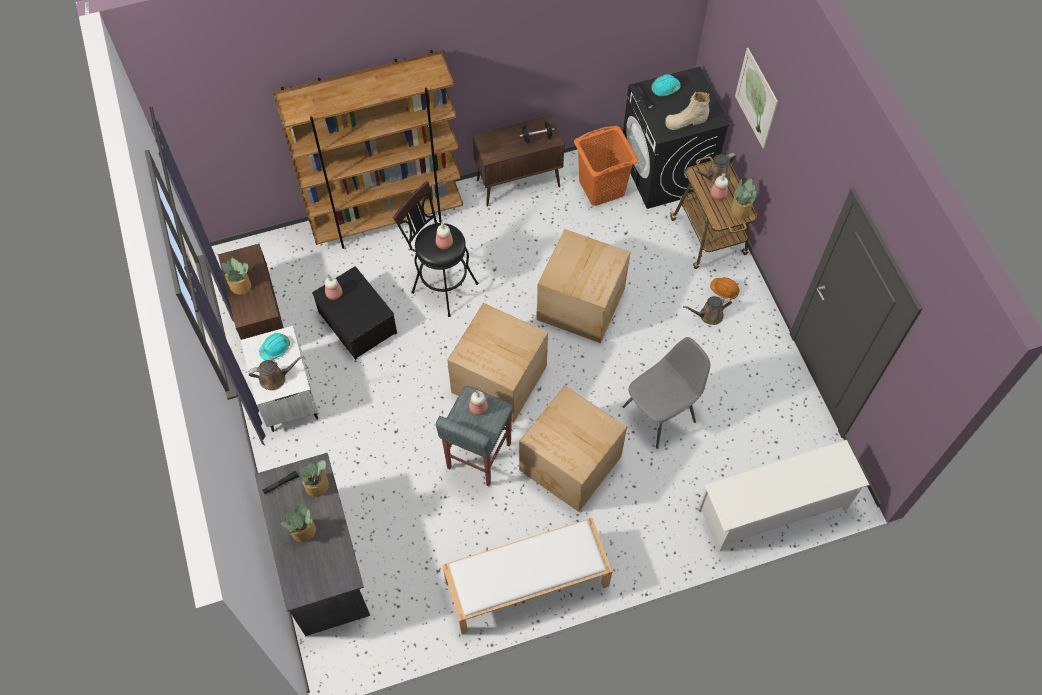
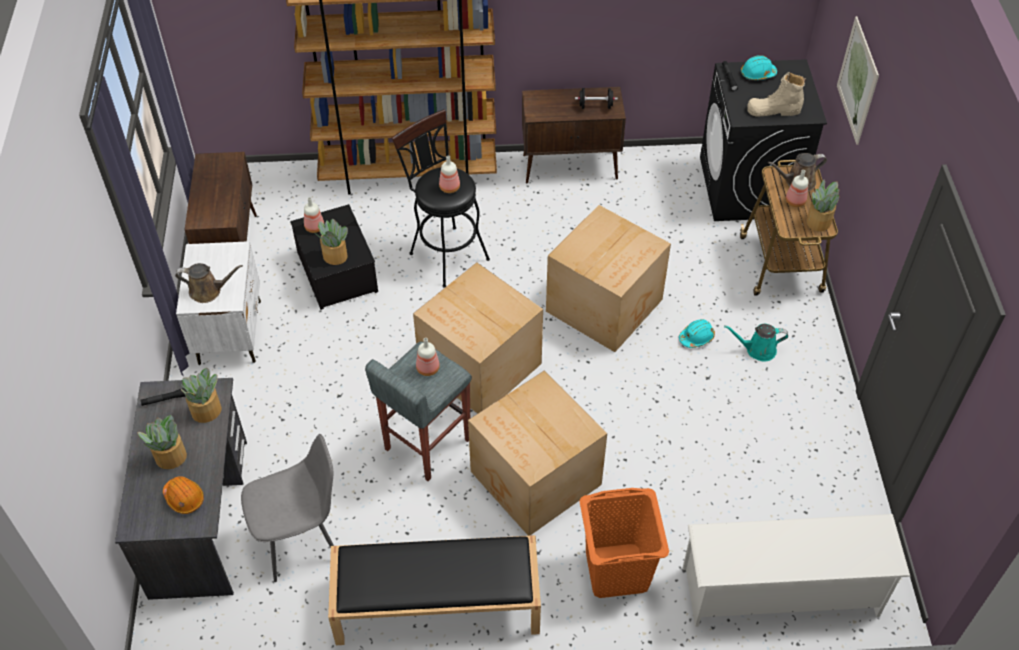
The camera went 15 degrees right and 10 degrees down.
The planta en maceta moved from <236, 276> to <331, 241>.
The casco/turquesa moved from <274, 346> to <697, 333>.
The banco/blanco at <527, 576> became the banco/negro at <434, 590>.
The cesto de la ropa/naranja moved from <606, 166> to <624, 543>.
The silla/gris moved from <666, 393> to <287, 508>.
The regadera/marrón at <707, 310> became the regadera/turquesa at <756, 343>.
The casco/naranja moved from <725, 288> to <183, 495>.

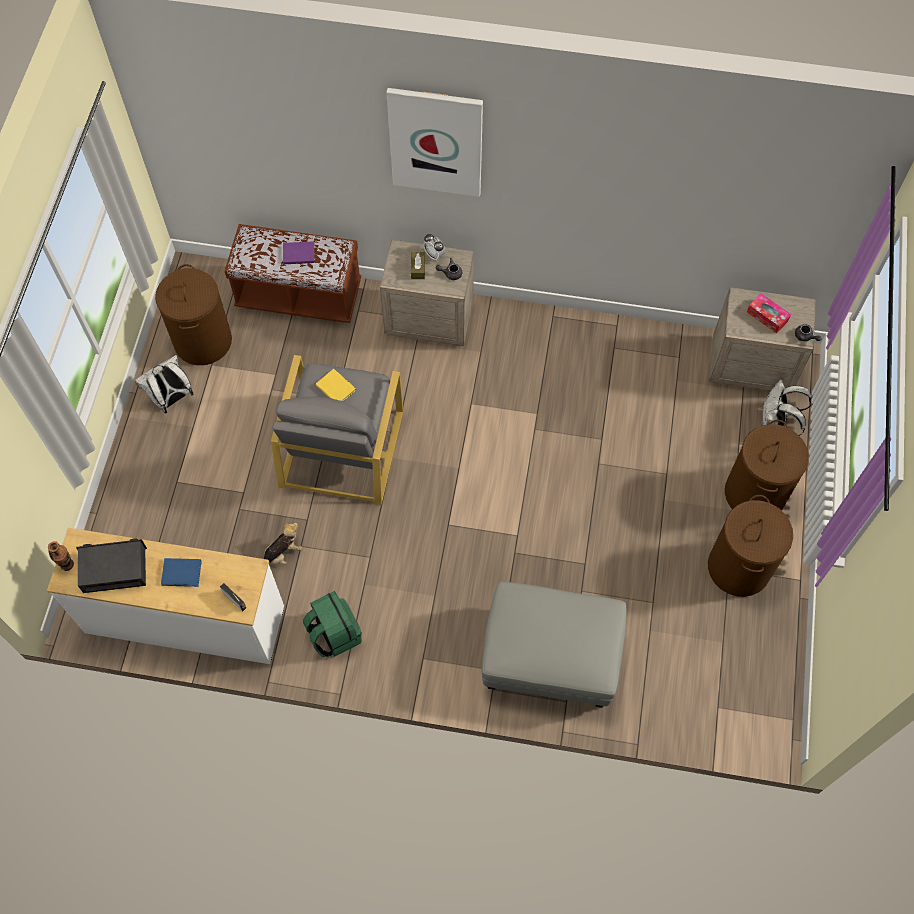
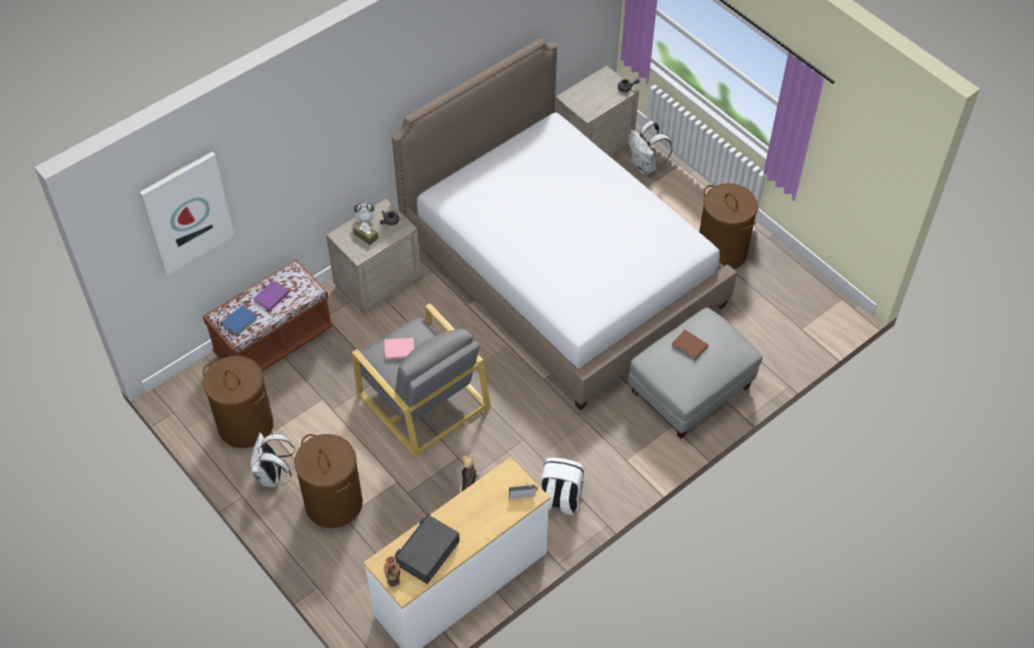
The camera went 50 degrees left and 10 degrees down.
The libro/azul moved from <181, 572> to <239, 320>.
The mochila/verde at <332, 624> became the mochila/blanco at <562, 486>.
The libro/amarillo at <336, 385> became the libro/rosa at <399, 349>.
The cuadro moved from <434, 142> to <187, 213>.
The cesto de la ropa/marrón moved from <767, 465> to <328, 481>.
The caja de pañuelos at <769, 313> disappeared.
The cama at <564, 224> appeared.
The libro/marrón at <690, 345> appeared.

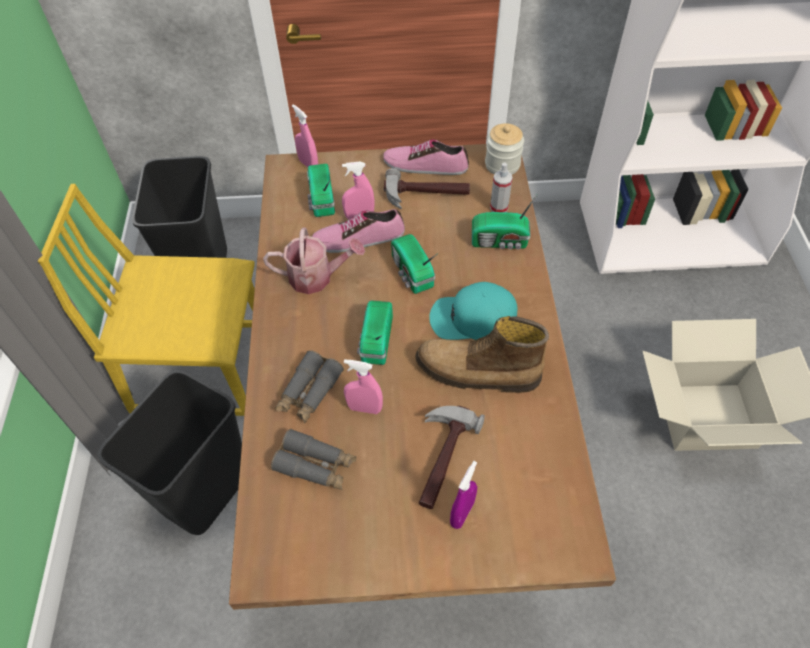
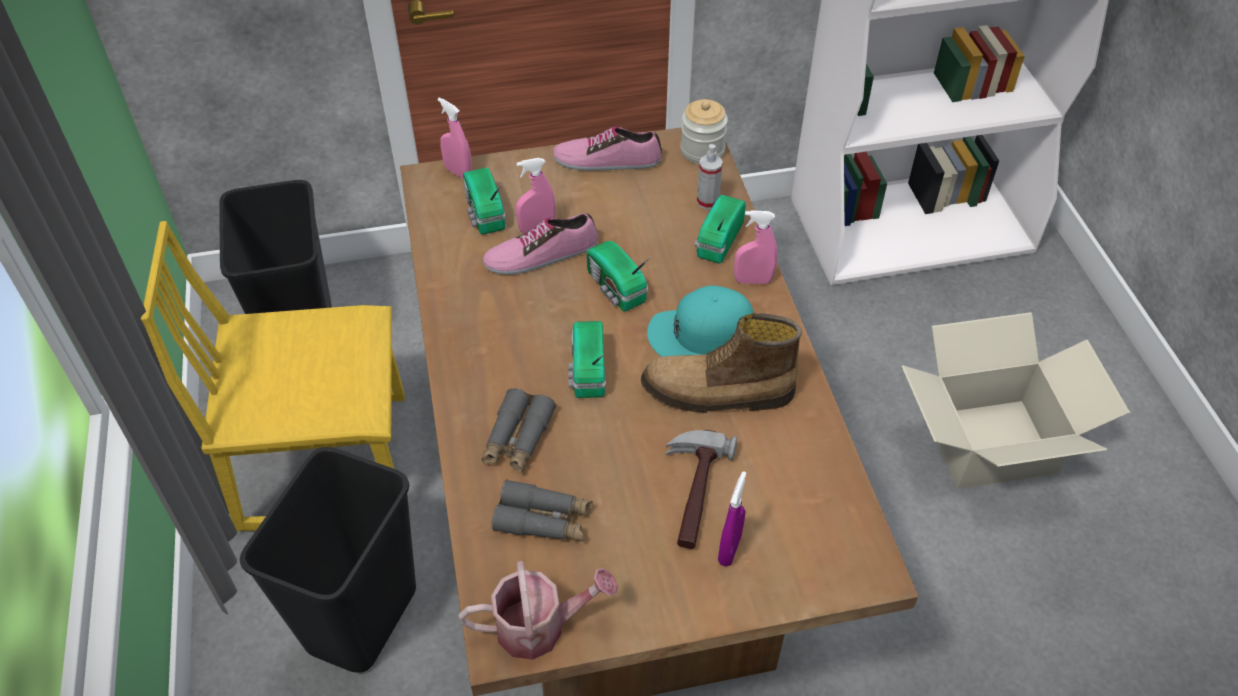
The camera went 10 degrees left and 5 degrees down.
The regadera moved from <314, 260> to <538, 610>.
The pulverizador/rosa moved from <363, 386> to <755, 247>.
The martillo at <427, 188> disappeared.
The radio at <504, 222> turned 120 degrees clockwise.

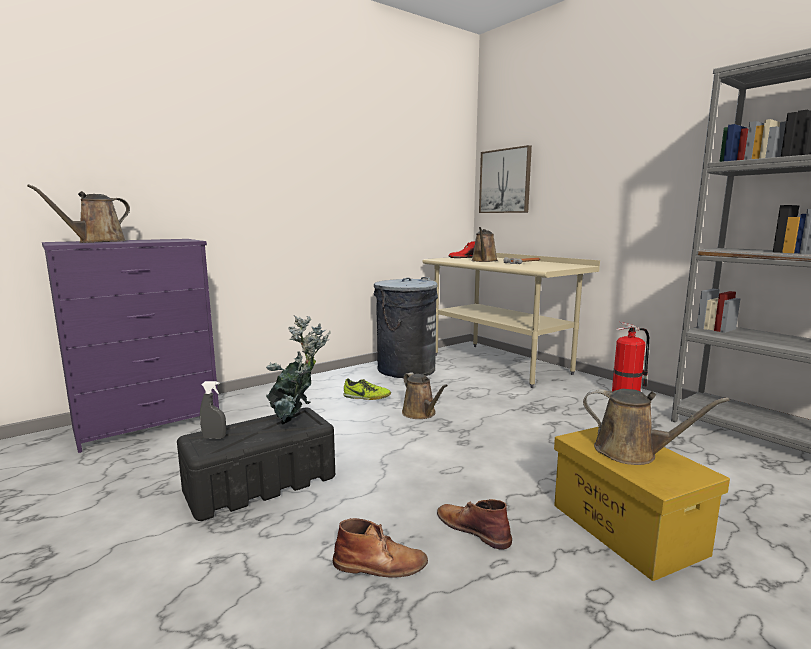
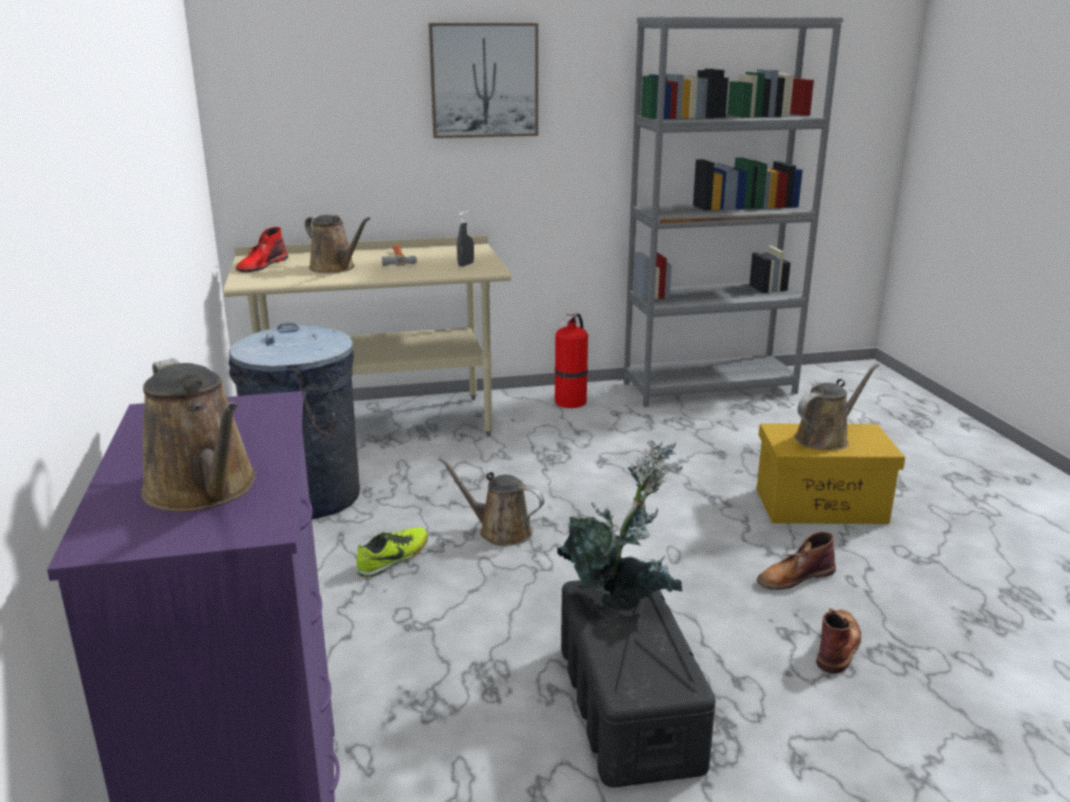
The camera went 65 degrees left and 10 degrees up.
The pulverizador/gris moved from <213, 410> to <465, 238>.
The regadera/marrón at <425, 395> turned 150 degrees counterclockwise.
The cuadro moved from <505, 179> to <483, 80>.

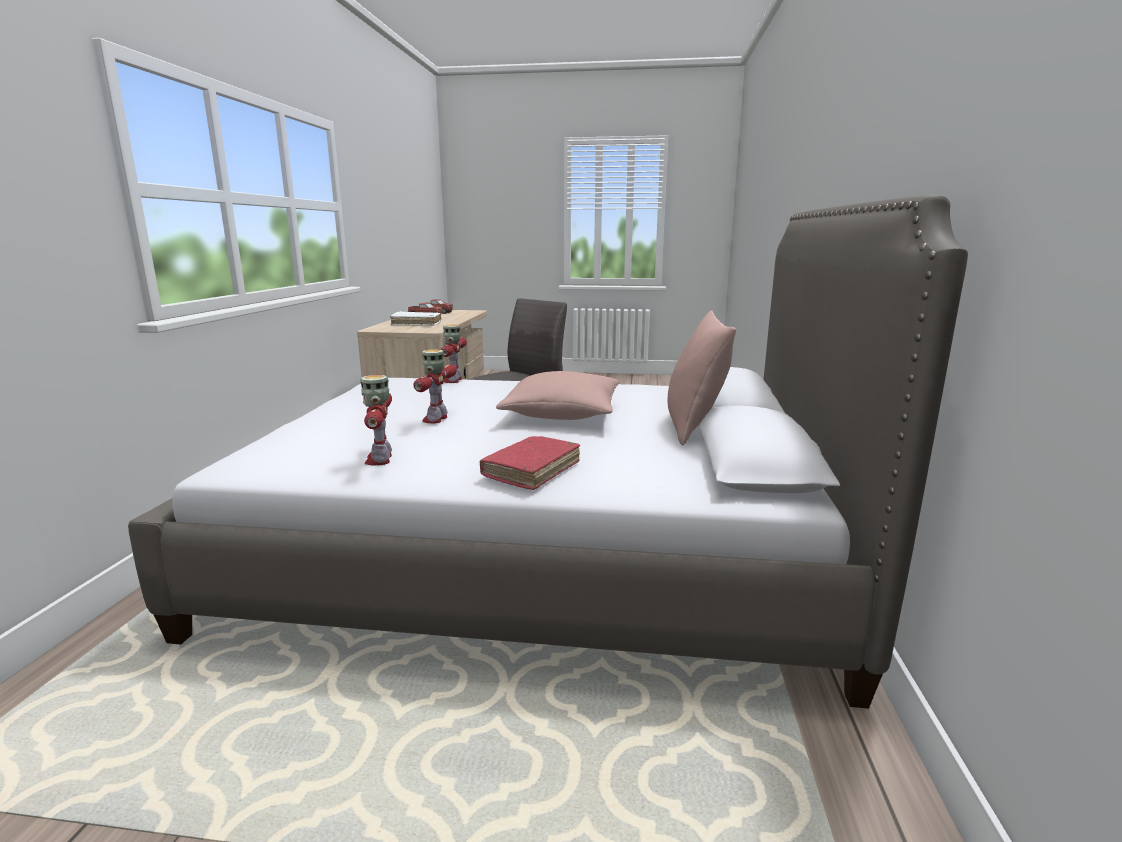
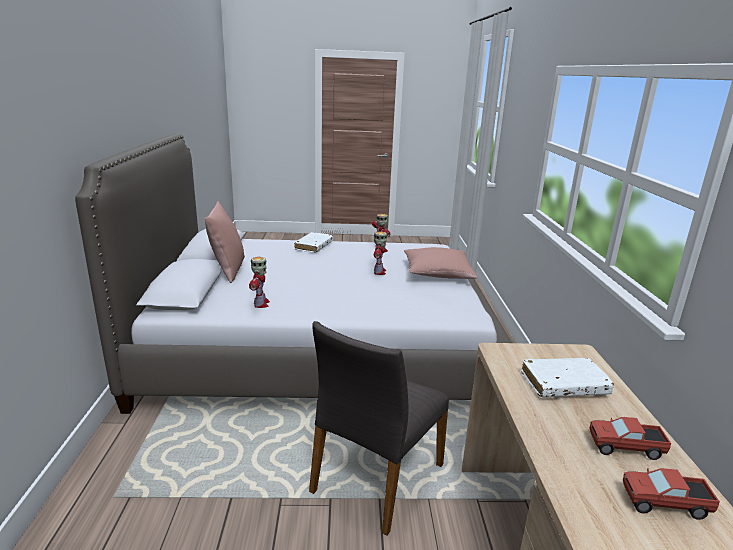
The camera went 170 degrees right and 5 degrees up.
The robot de juguete moved from <454, 353> to <259, 282>.
The libro/rojo at <529, 463> became the libro/blanco at <313, 242>.
The cojín/rosa moved from <558, 395> to <440, 263>.

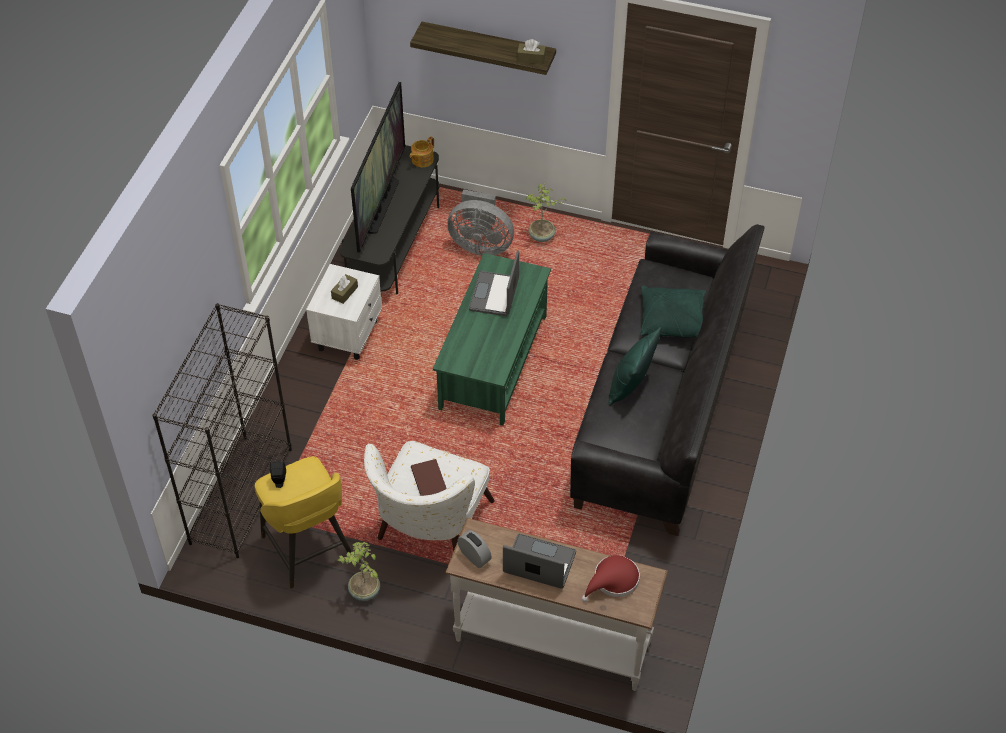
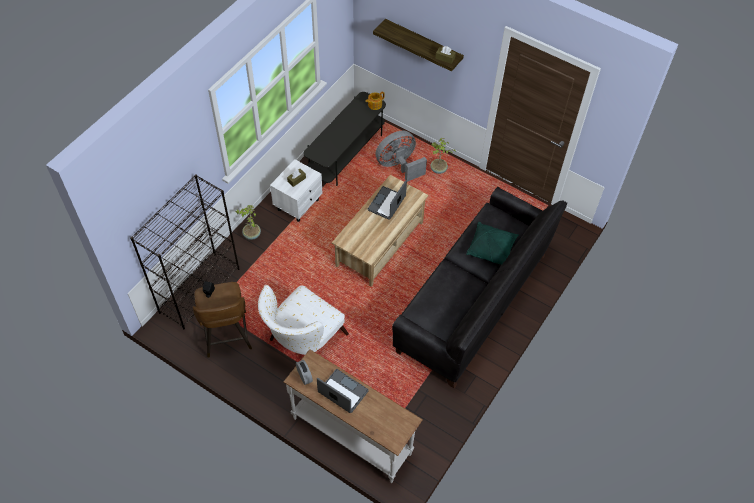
The camera went 15 degrees right and 5 degrees up.
The taburete/amarillo at <303, 522> became the taburete/marrón at <222, 320>.
The planta en maceta moved from <359, 571> to <248, 222>.
The televisor at <378, 167> disappeared.
The libro/marrón at <429, 477> disappeared.
The mesa de centro/verde at <492, 339> became the mesa de centro/beis at <380, 231>.
The ventilador/gris at <480, 222> turned 120 degrees clockwise.
The sombrero/rojo at <611, 578> disappeared.
The cojín/verde at <635, 366> disappeared.

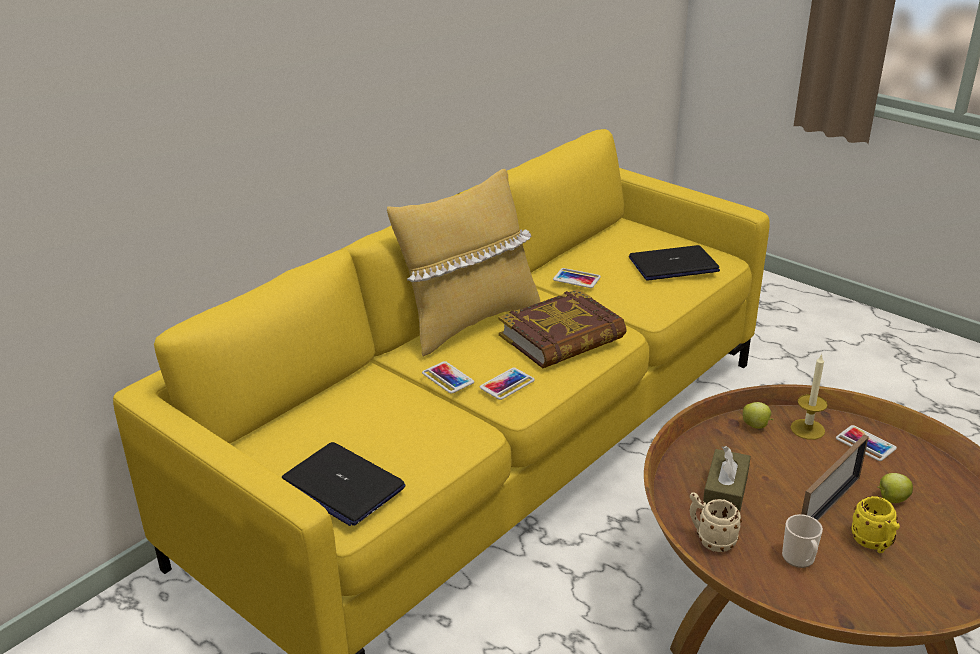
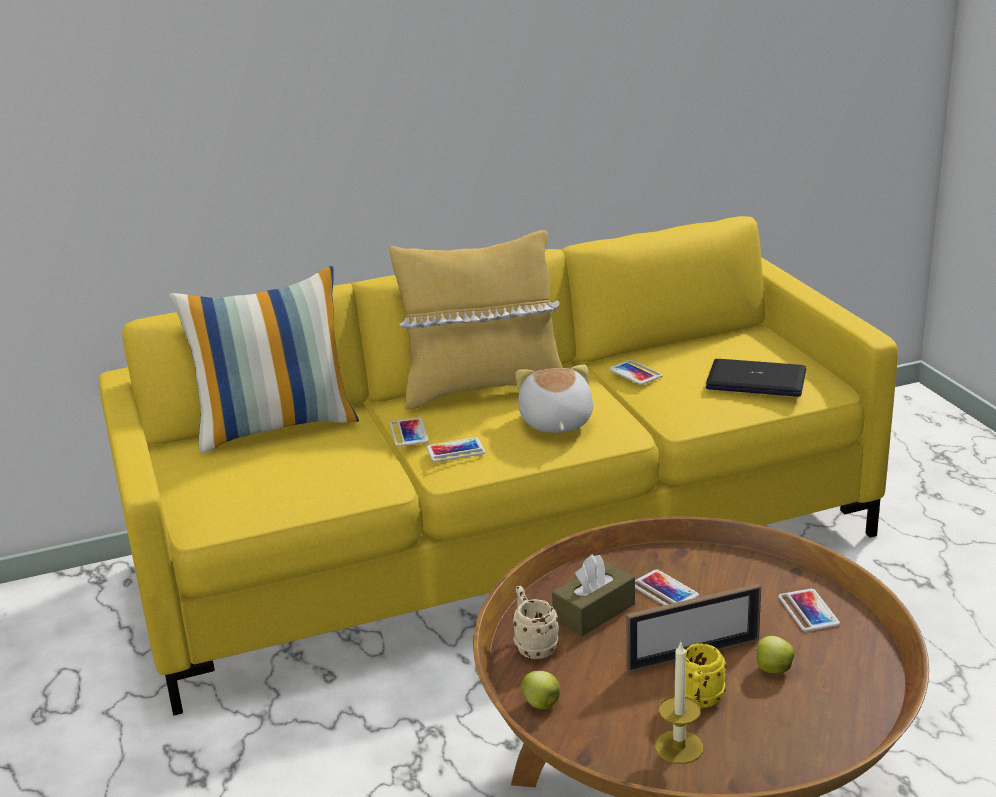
The camera went 30 degrees right and 5 degrees down.
The portátil at <344, 484> disappeared.
The libro at <563, 328> was replaced by the peluche at <554, 398>.
The manzana moved from <758, 415> to <541, 690>.
The taza grande at <802, 541> disappeared.
The vela moved from <809, 396> to <679, 702>.
The cojín at <264, 359> appeared.
The móvil at <667, 587> appeared.

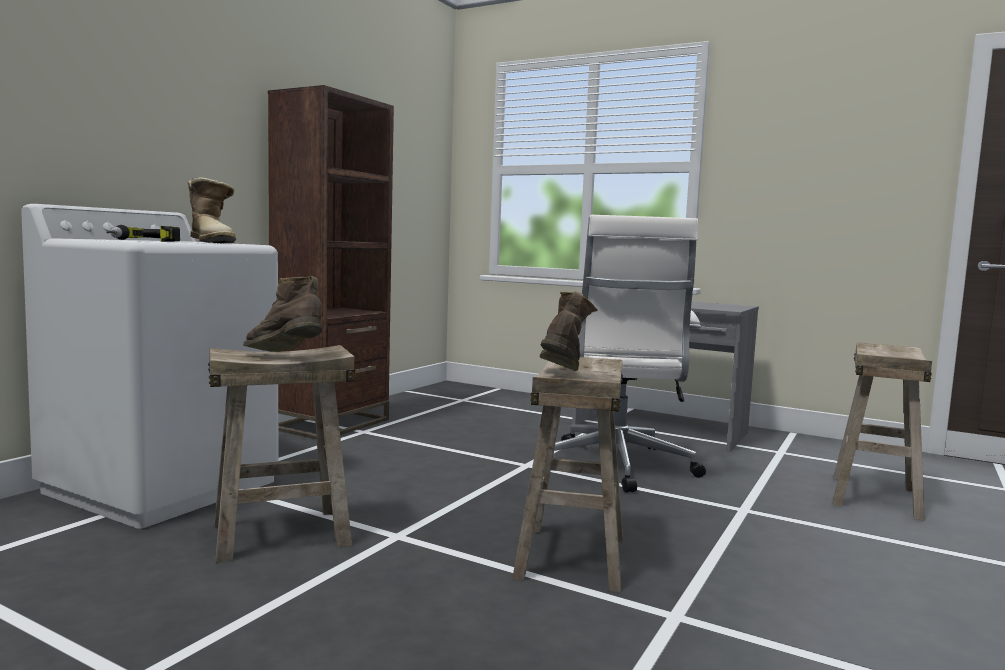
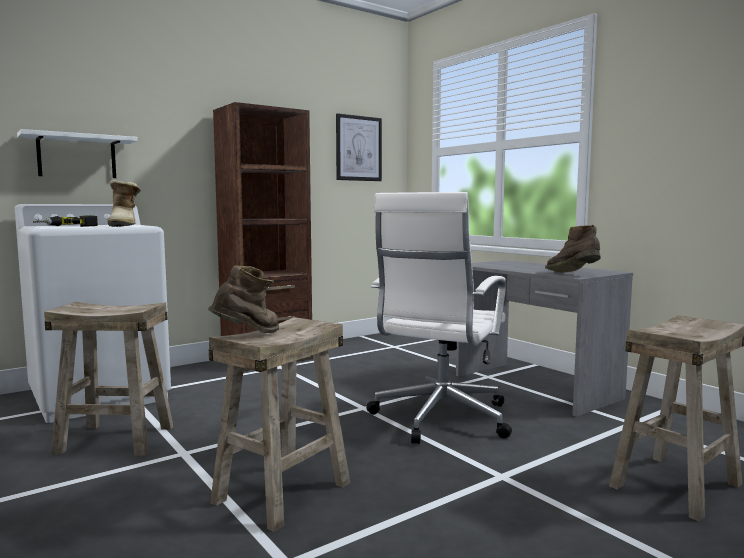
The camera went 25 degrees right and 0 degrees up.
The bota/marrón moved from <282, 314> to <573, 248>.
The estante/blanco at <77, 153> appeared.
The cuadro at <359, 147> appeared.

